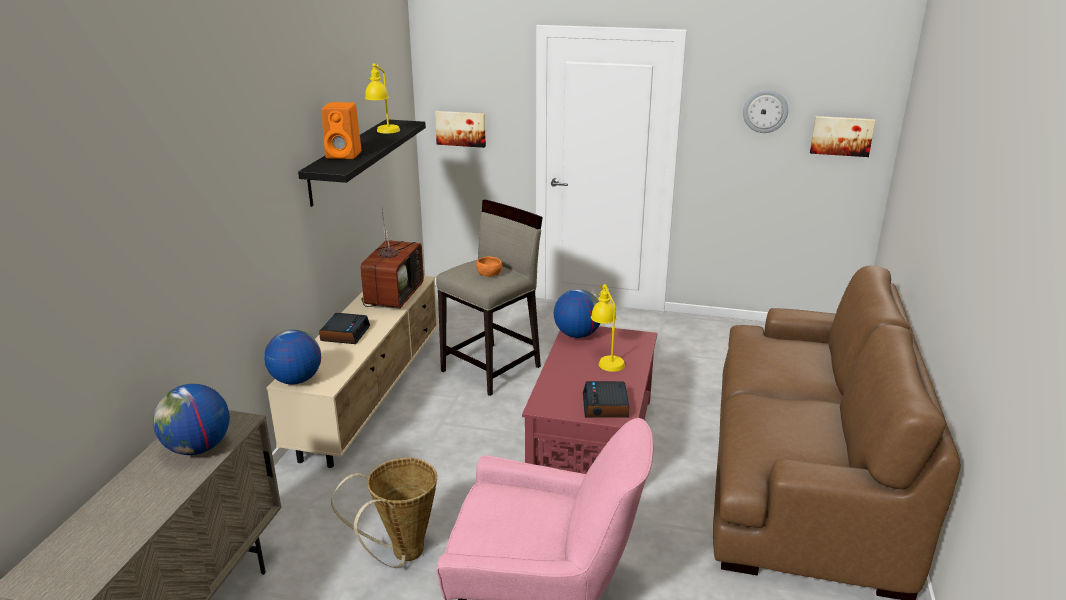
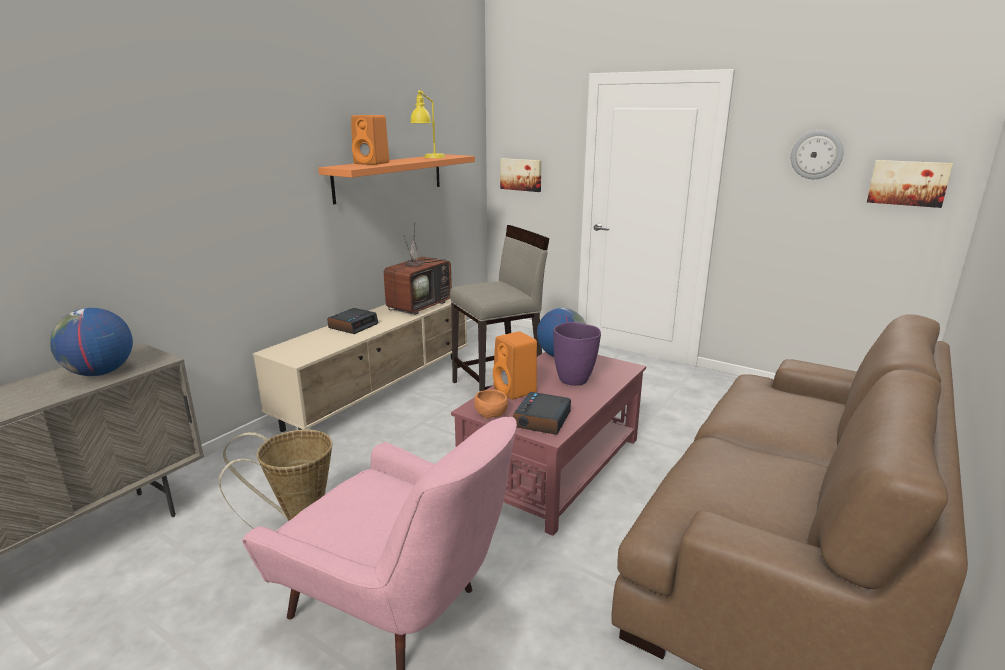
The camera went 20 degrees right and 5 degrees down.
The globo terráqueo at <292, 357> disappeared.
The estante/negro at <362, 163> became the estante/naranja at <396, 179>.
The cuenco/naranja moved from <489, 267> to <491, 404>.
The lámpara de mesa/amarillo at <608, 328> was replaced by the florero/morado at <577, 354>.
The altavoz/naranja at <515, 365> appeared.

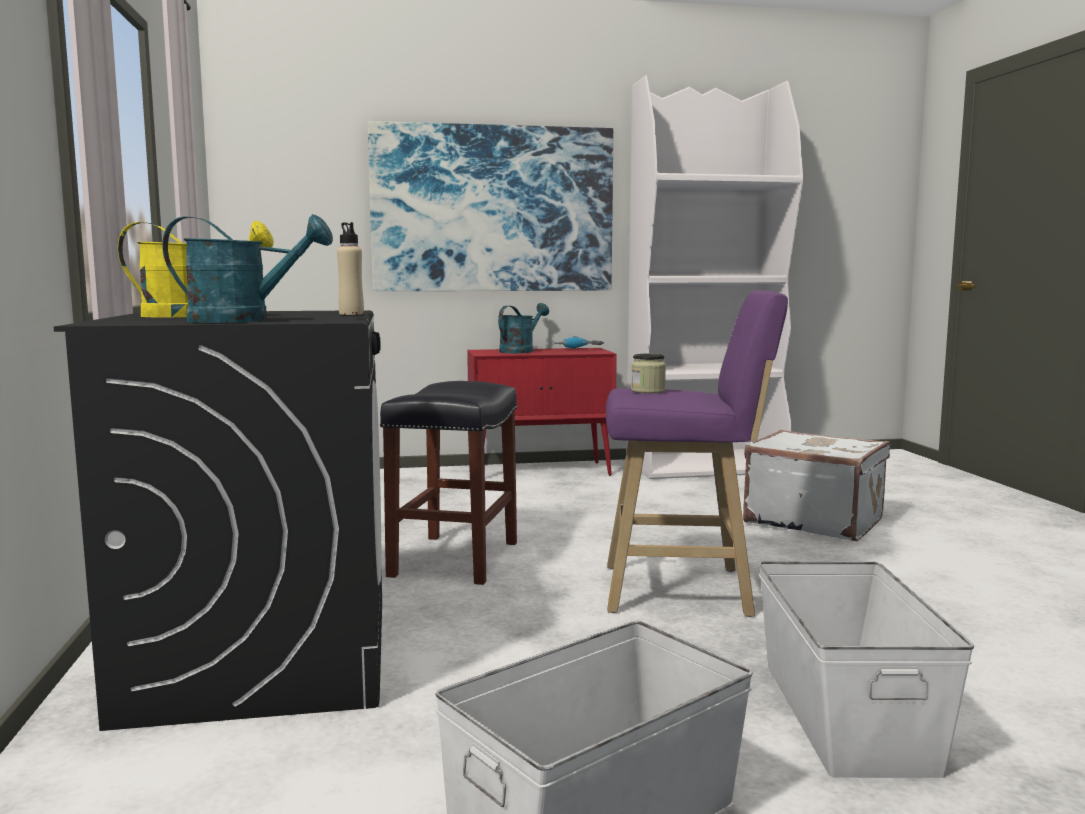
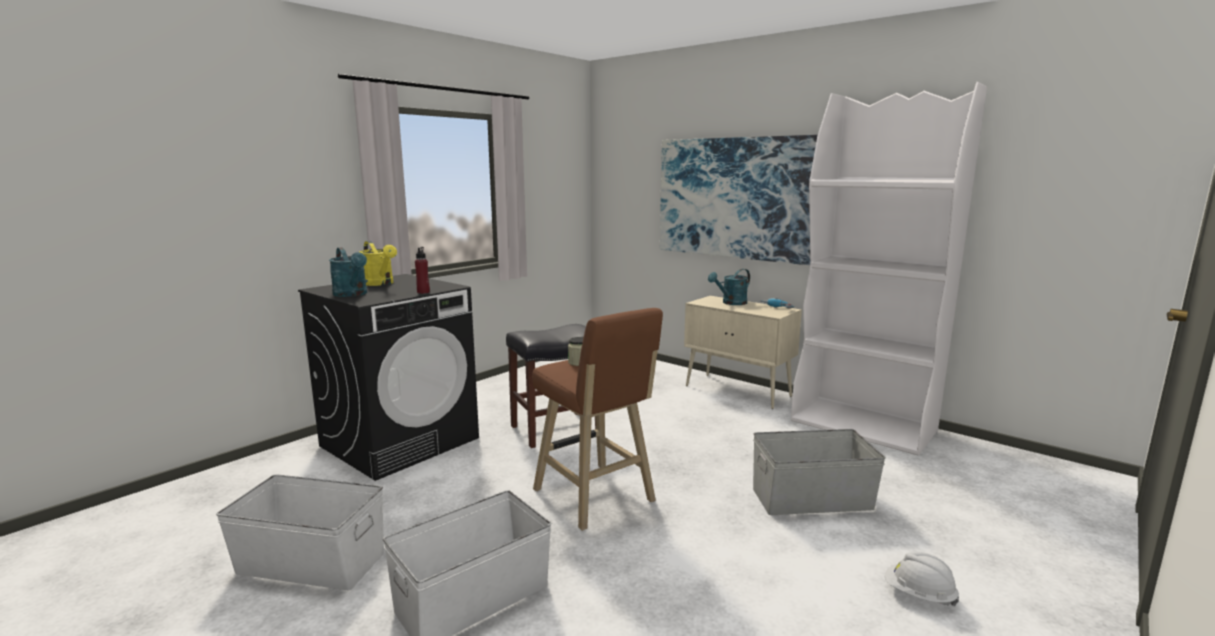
The camera went 50 degrees right and 5 degrees up.
The botella/beis at <350, 268> became the botella/rojo at <422, 270>.
The armario/rojo at <542, 412> became the armario/beis at <743, 352>.
The regadera/turquesa at <523, 328> turned 150 degrees clockwise.
The taburete/morado at <697, 453> became the taburete/marrón at <597, 419>.
The maleta/blanco at <816, 485> was replaced by the caja de almacenaje/gris at <819, 472>.
The casco/blanco at <922, 579> appeared.

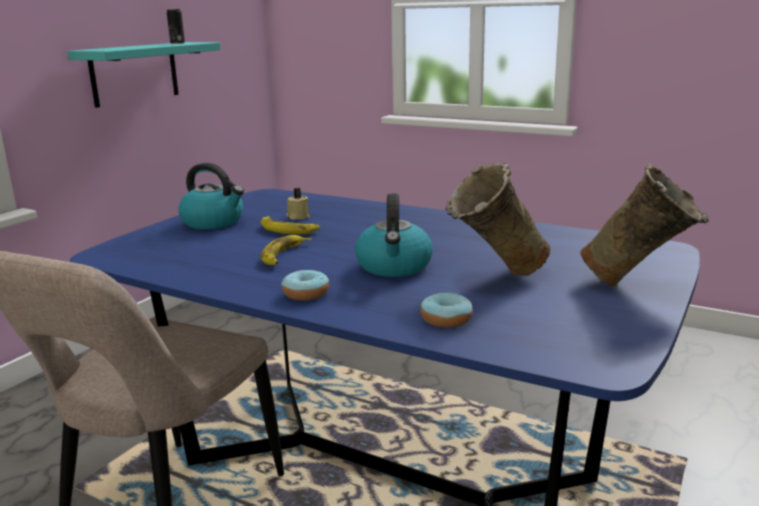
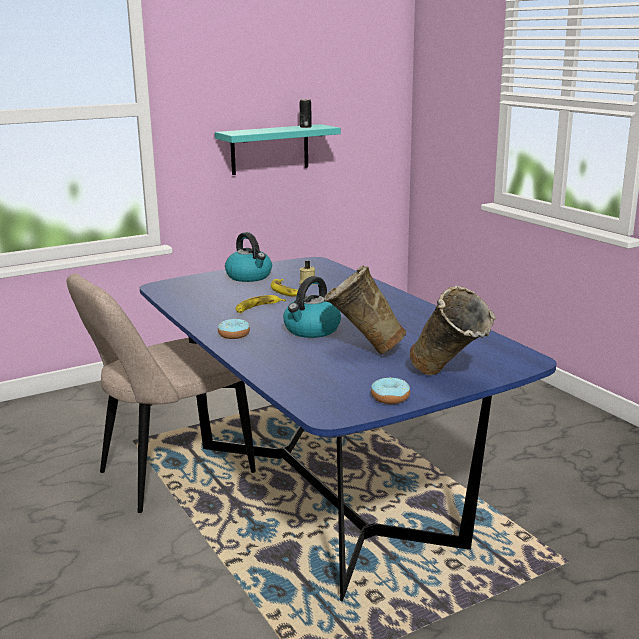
The camera went 30 degrees right and 0 degrees up.
The rosquilla moved from <446, 310> to <390, 391>.

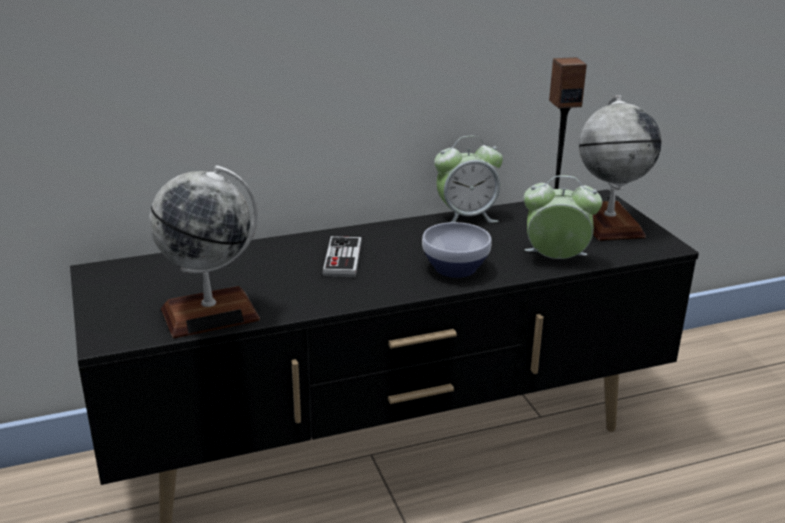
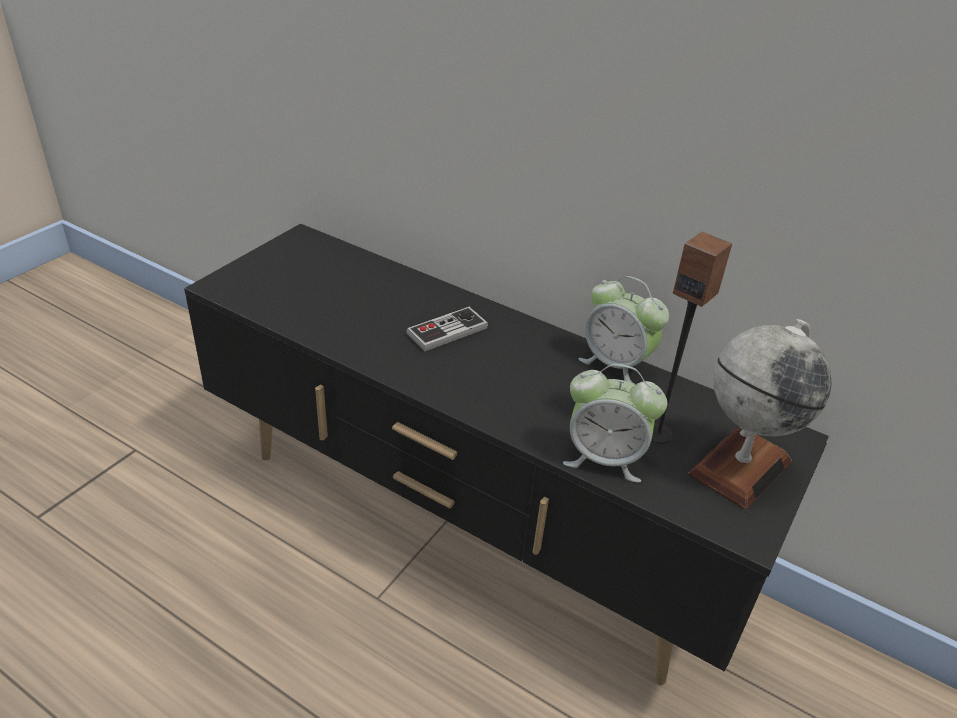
The camera went 50 degrees right and 10 degrees up.
The globo terráqueo at <204, 251> disappeared.
The cuenco at <457, 250> disappeared.
The despertador at <563, 217> turned 135 degrees clockwise.

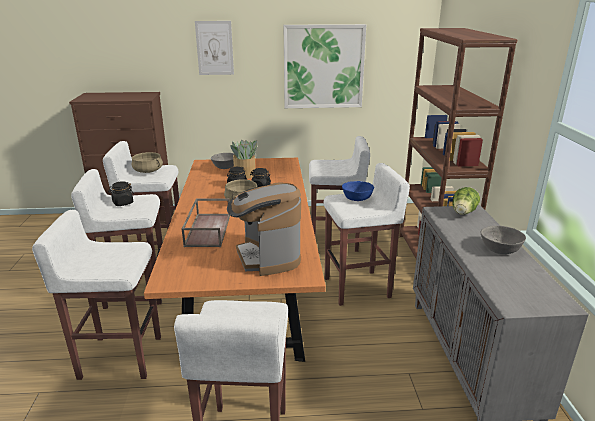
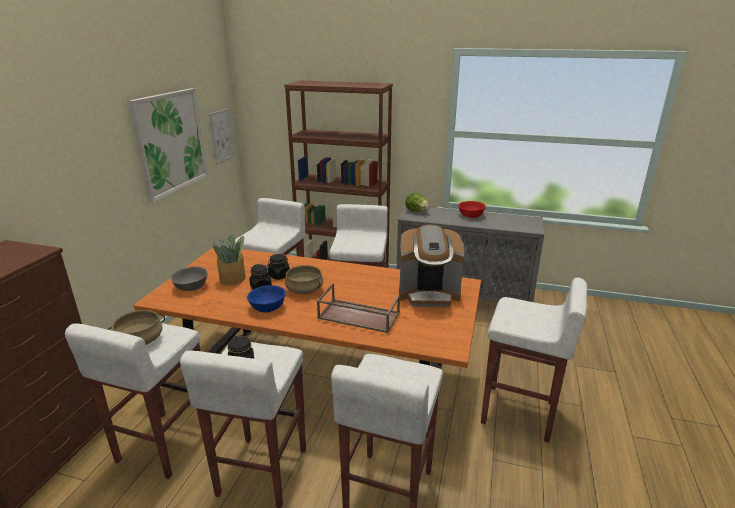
The camera went 70 degrees left and 0 degrees up.
The cuadro moved from <214, 48> to <221, 137>.
The cuenco/azul moved from <358, 191> to <266, 299>.
The cuenco/gris at <503, 240> became the cuenco/rojo at <472, 209>.

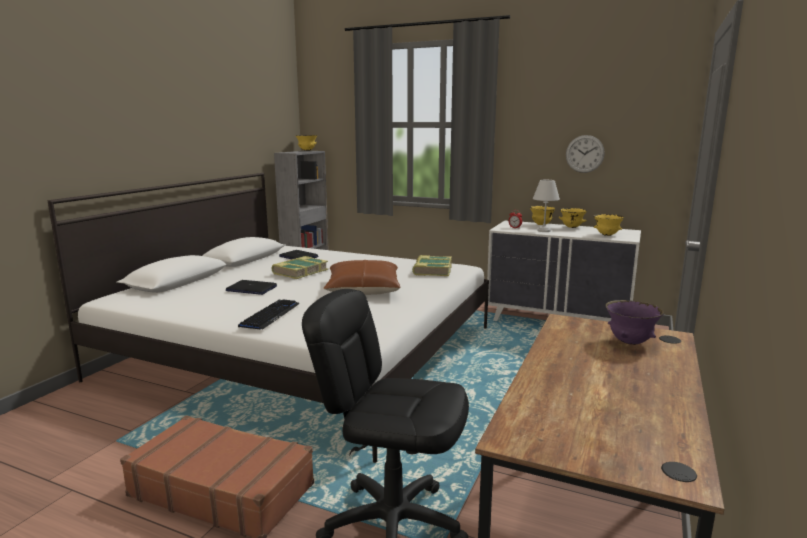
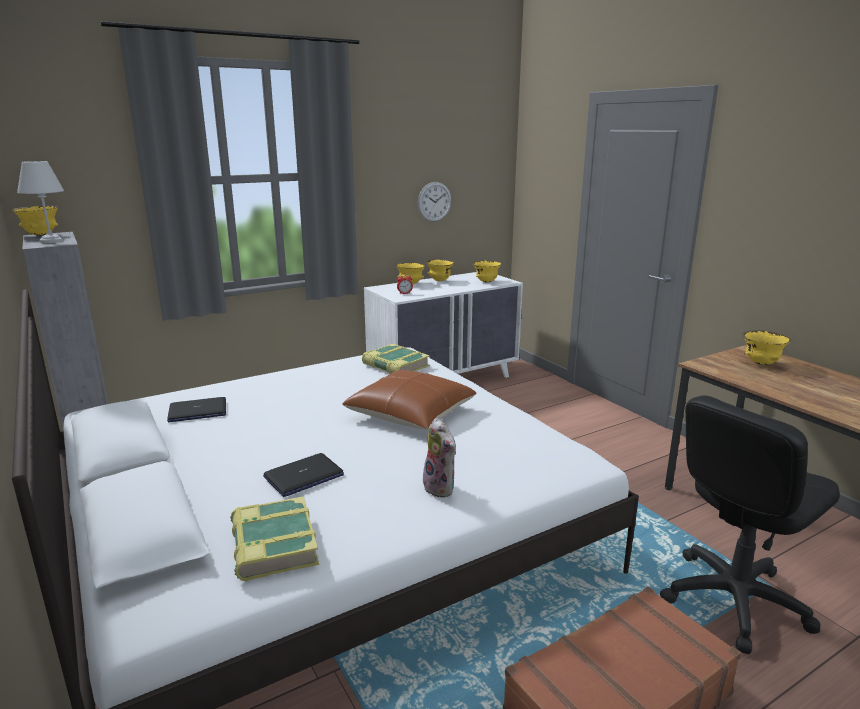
The camera went 55 degrees left and 5 degrees up.
The teclado at <269, 314> was replaced by the peluche at <438, 457>.
The libro moved from <300, 267> to <274, 538>.
The lámpara de mesa/blanco moved from <546, 206> to <40, 202>.
The cuenco/morado at <634, 322> became the cuenco/amarillo at <766, 347>.

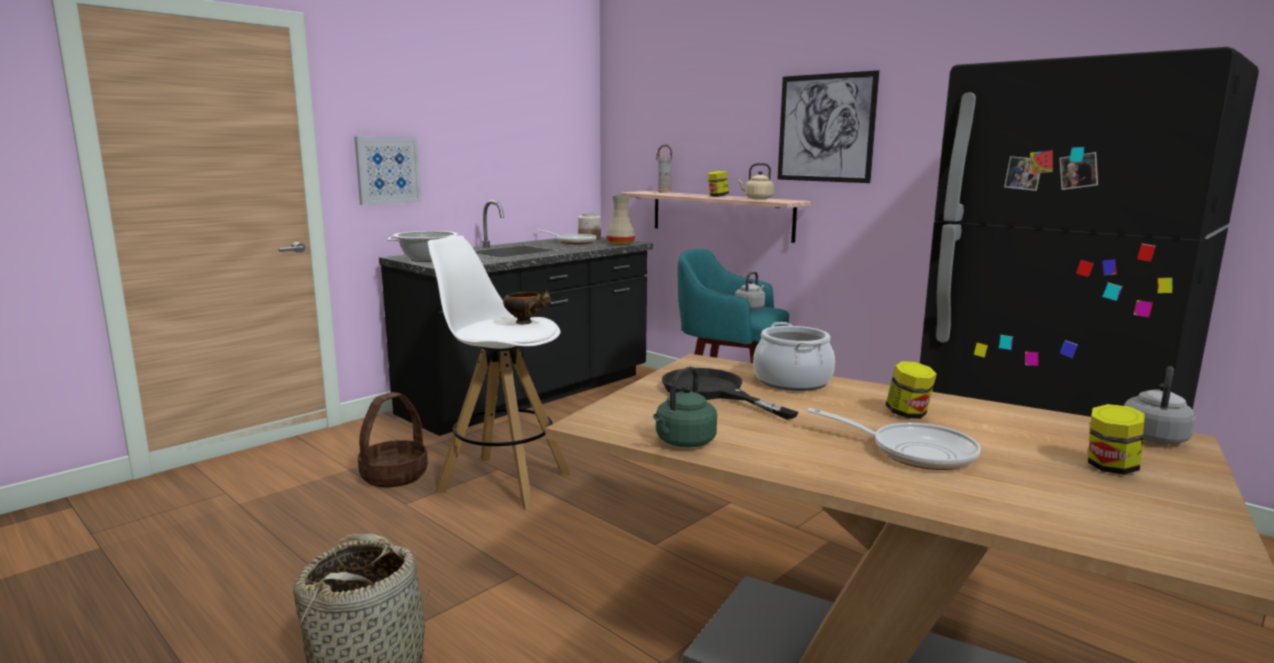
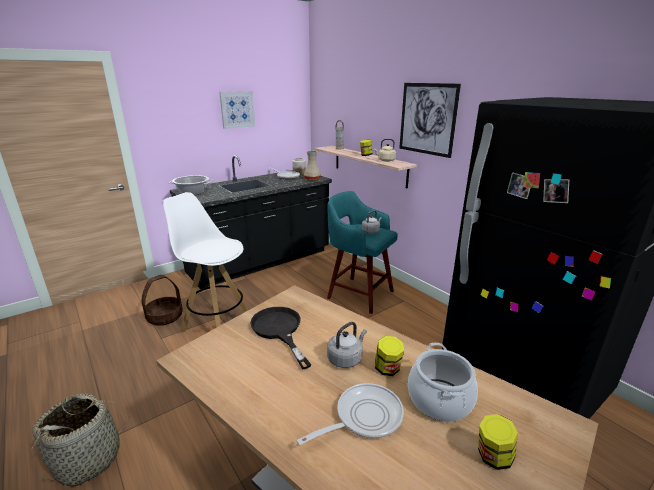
The camera went 10 degrees right and 10 degrees up.
The cuadro moved from <387, 171> to <237, 110>.
The cuenco at <526, 307> disappeared.
The hervidor/verde at <685, 406> disappeared.
The olla moved from <794, 356> to <443, 382>.
The sartén at <894, 439> turned 75 degrees counterclockwise.
The hervidor/gris moved from <1160, 405> to <347, 345>.

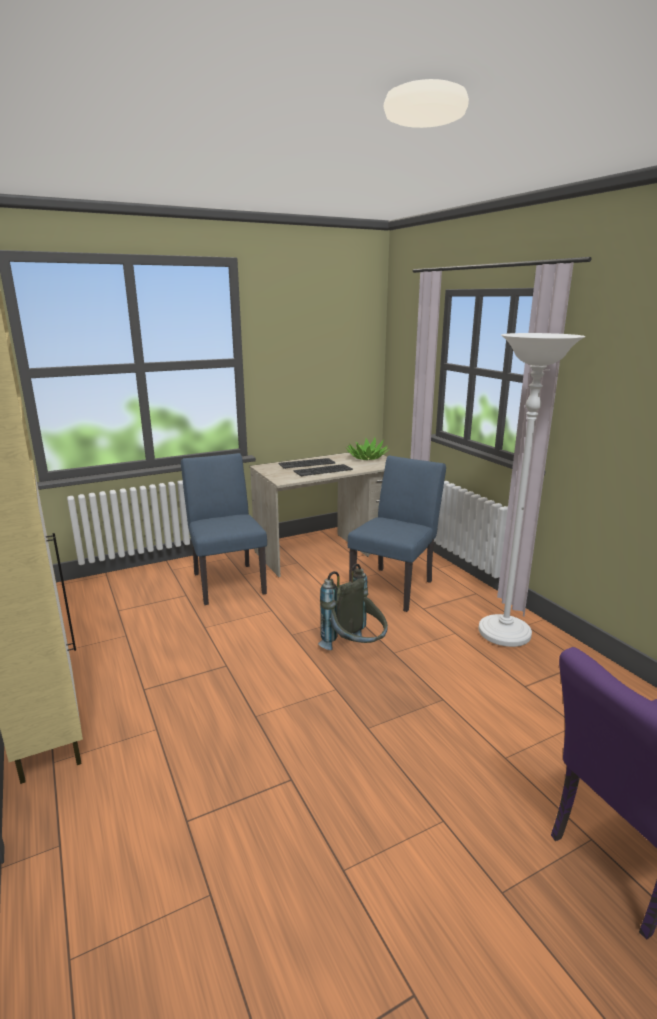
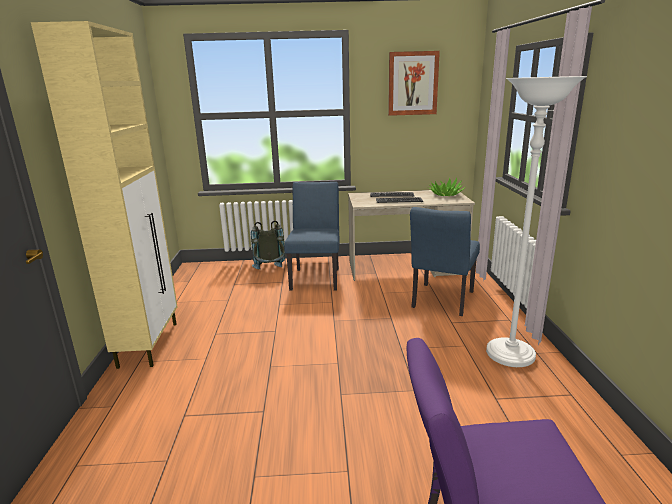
The camera went 25 degrees right and 0 degrees up.
The mochila/gris moved from <353, 607> to <268, 244>.
The silla/azul at <397, 534> turned 150 degrees clockwise.
The cuadro at <414, 83> appeared.

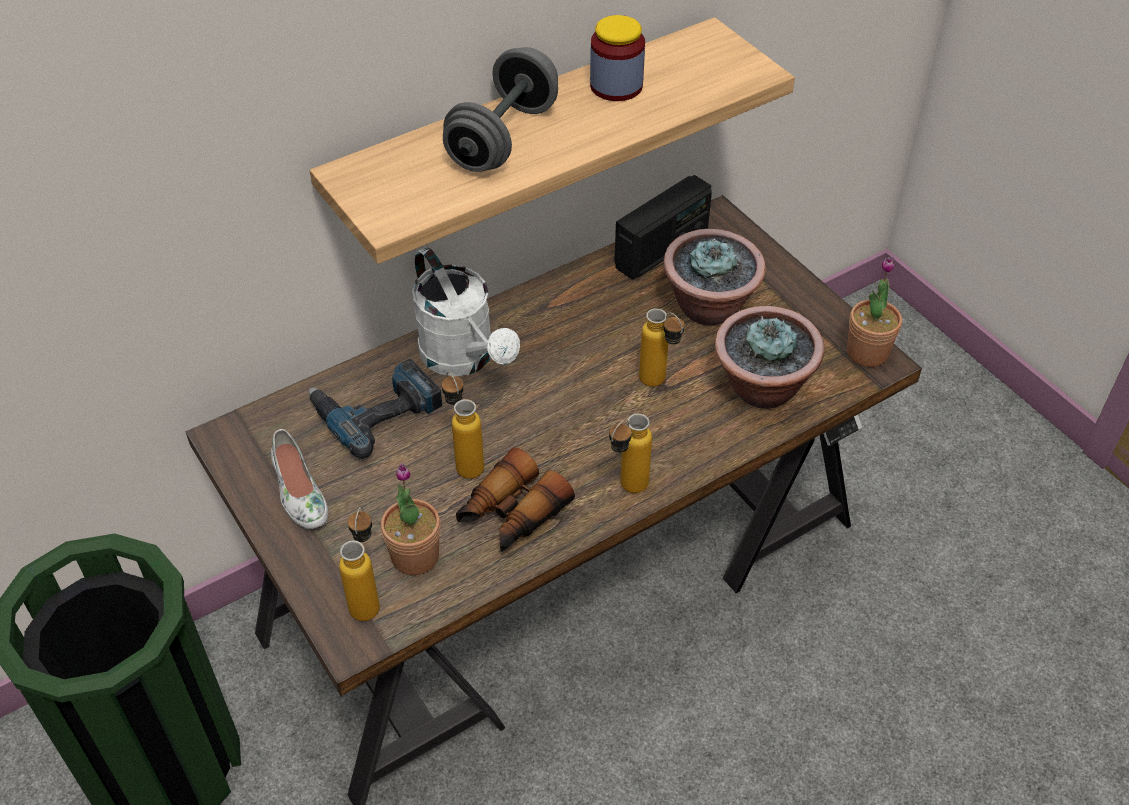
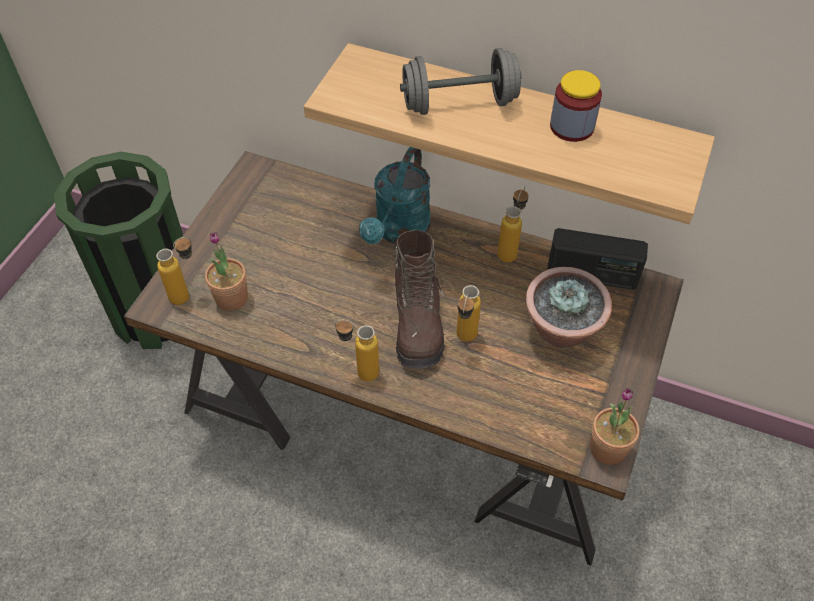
The camera went 55 degrees right and 5 degrees up.
The zapato/blanco at <299, 479> disappeared.
The taladro at <375, 409> disappeared.
The regadera/blanco at <466, 312> became the regadera/turquesa at <394, 195>.
The botella moved from <463, 425> to <513, 224>.
The prismáticos at <515, 499> disappeared.
The planta en maceta at <769, 357> disappeared.
The bota/marrón at <419, 299> appeared.

